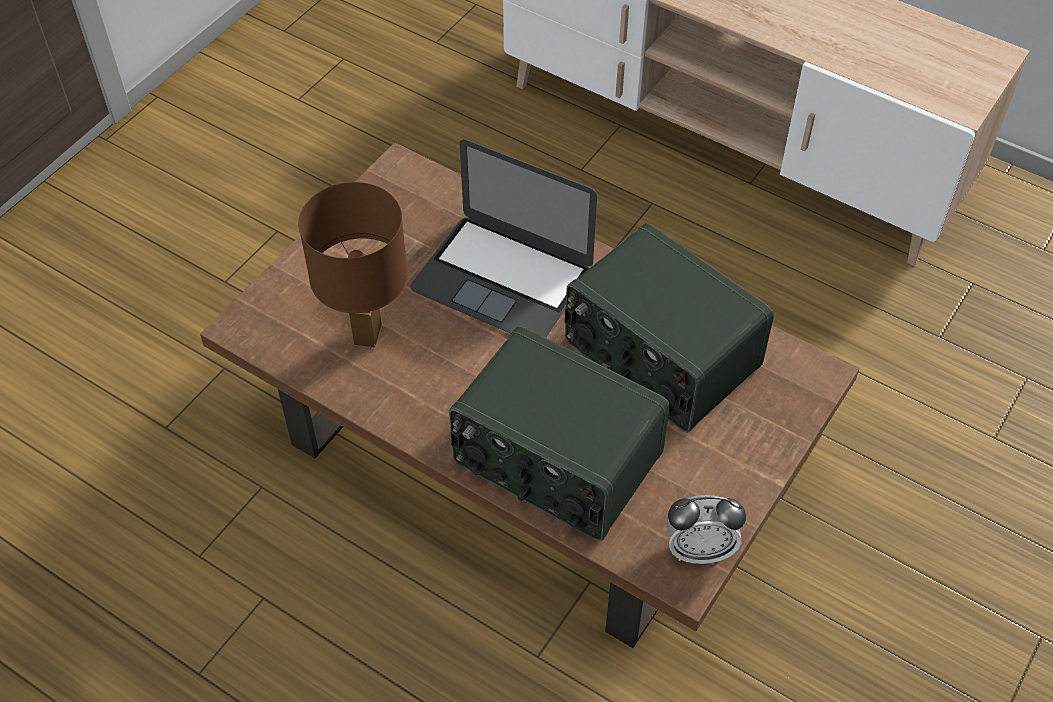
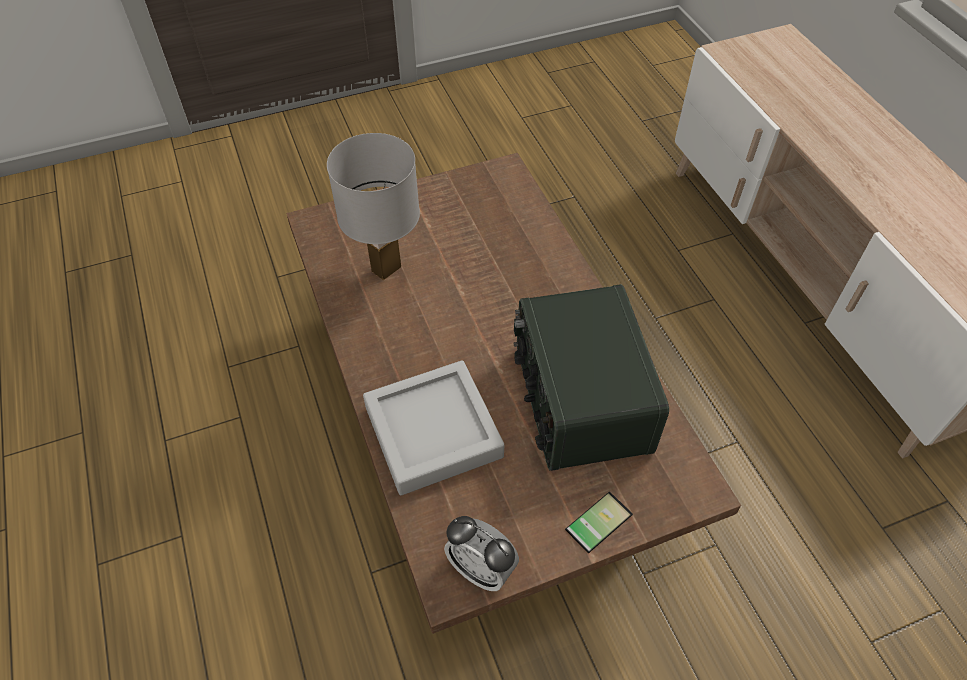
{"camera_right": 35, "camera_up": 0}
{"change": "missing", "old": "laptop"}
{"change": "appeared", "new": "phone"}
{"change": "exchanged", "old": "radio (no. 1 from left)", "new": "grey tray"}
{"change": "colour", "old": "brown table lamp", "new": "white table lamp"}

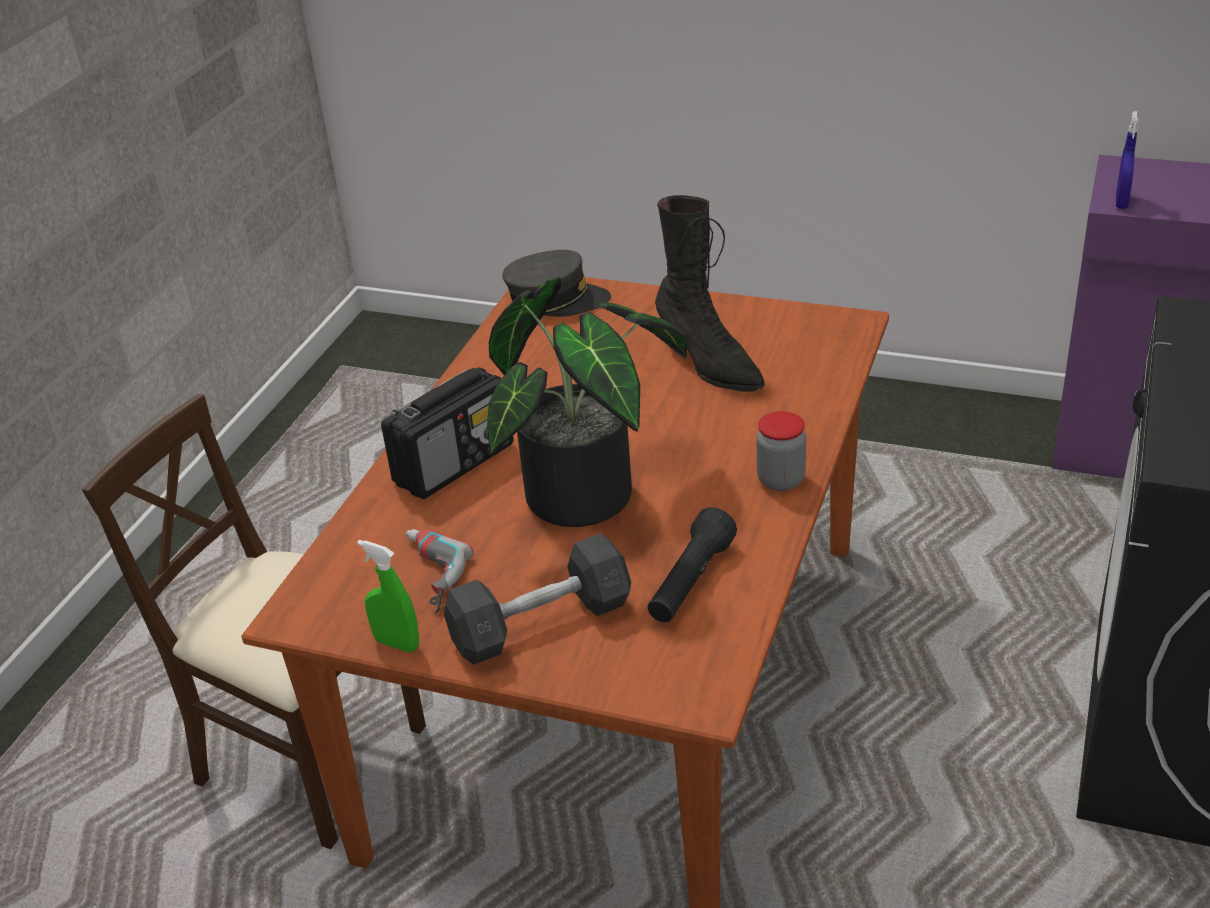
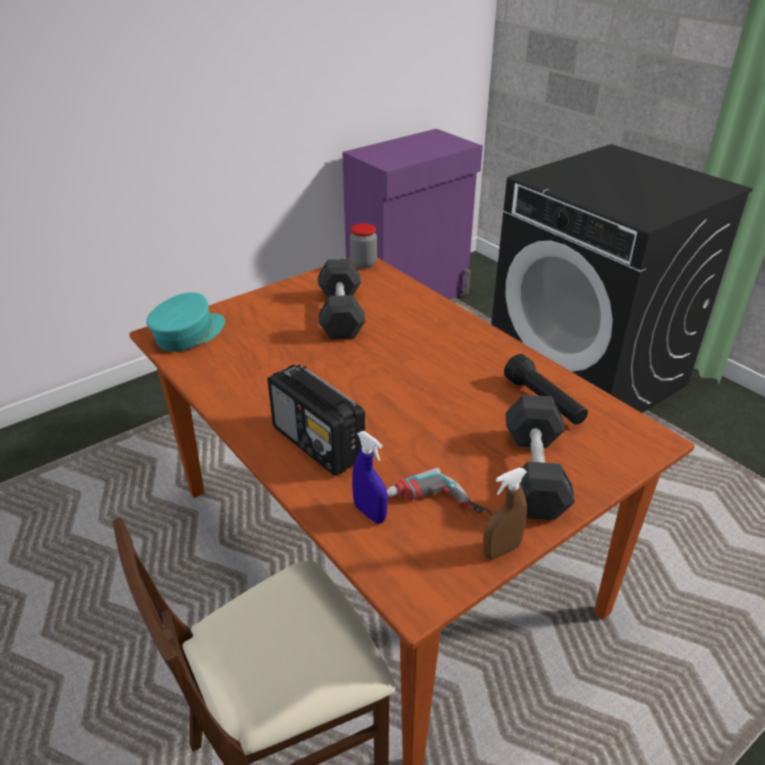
{"camera_right": -60, "camera_up": 0}
{"change": "missing", "old": "potted plant"}
{"change": "relocated", "old": "jar"}
{"change": "relocated", "old": "blue spray bottle"}
{"change": "exchanged", "old": "black boot", "new": "grey dumbbell (no. 1 from left)"}
{"change": "colour", "old": "green spray bottle", "new": "brown spray bottle"}
{"change": "colour", "old": "grey cap", "new": "turquoise cap"}
{"change": "spun", "old": "radio", "degrees": 150}

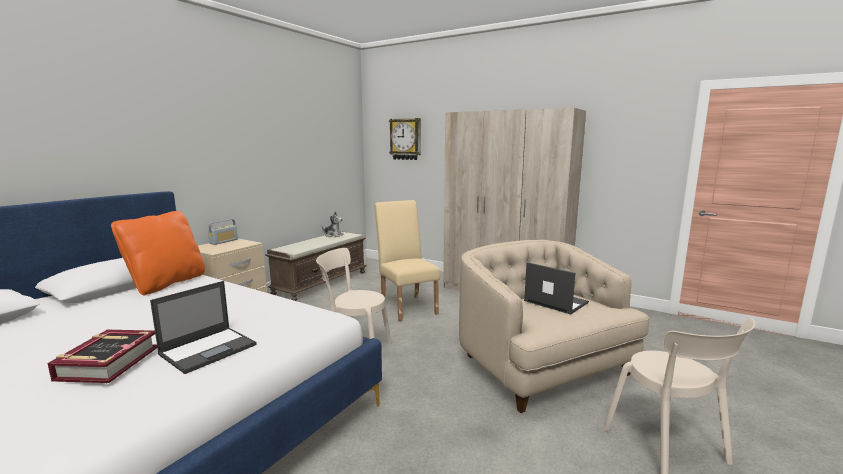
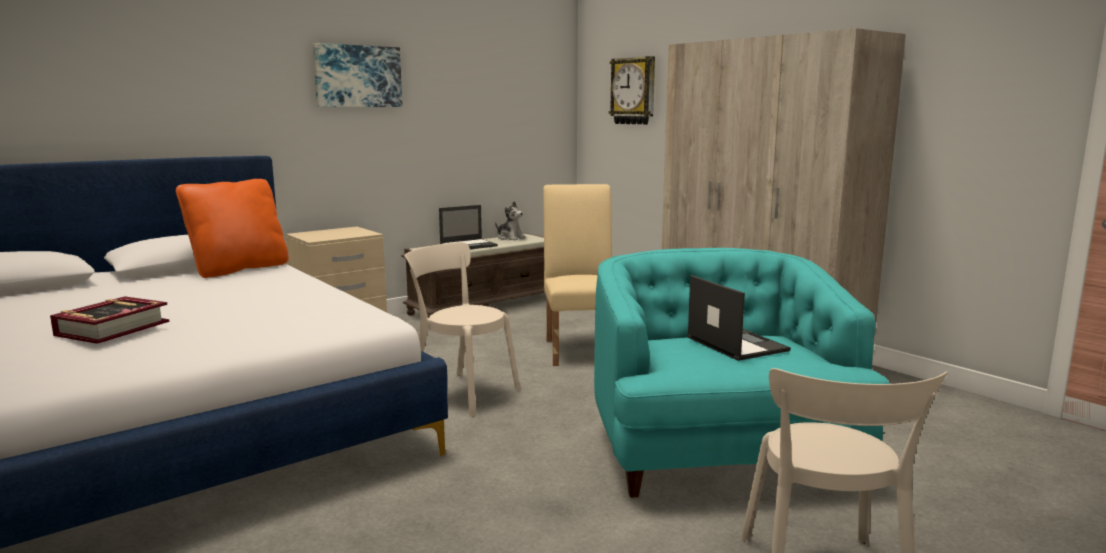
{"camera_right": 20, "camera_up": 0}
{"change": "missing", "old": "radio"}
{"change": "appeared", "new": "picture"}
{"change": "relocated", "old": "laptop (no. 1 from left)"}
{"change": "colour", "old": "beige armchair", "new": "turquoise armchair"}

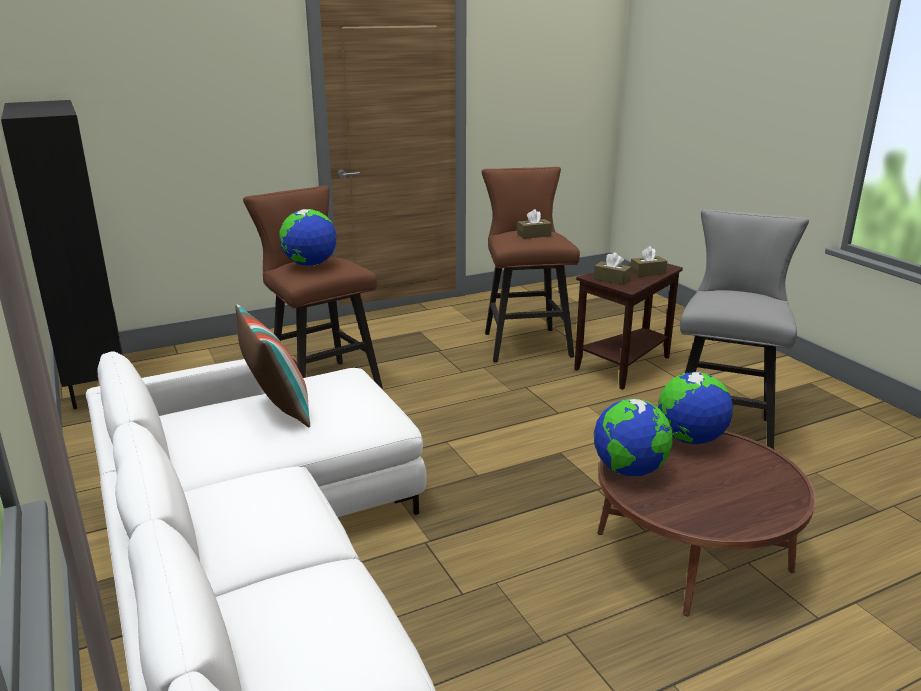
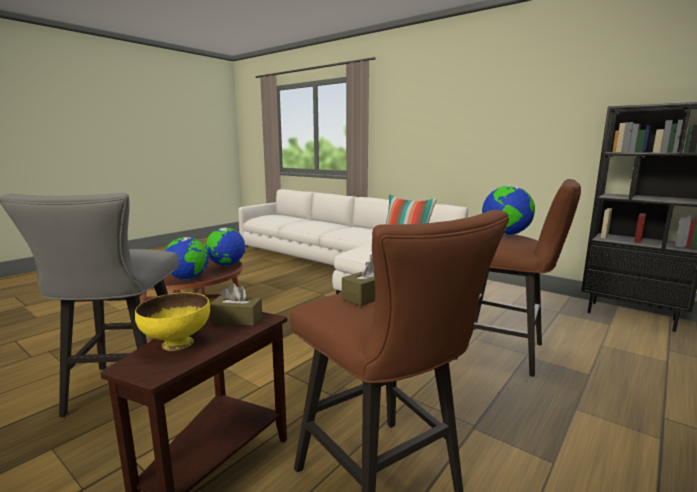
{"camera_right": 155, "camera_up": -10}
{"change": "exchanged", "old": "brown tissue box (no. 3 from left)", "new": "yellow bowl"}

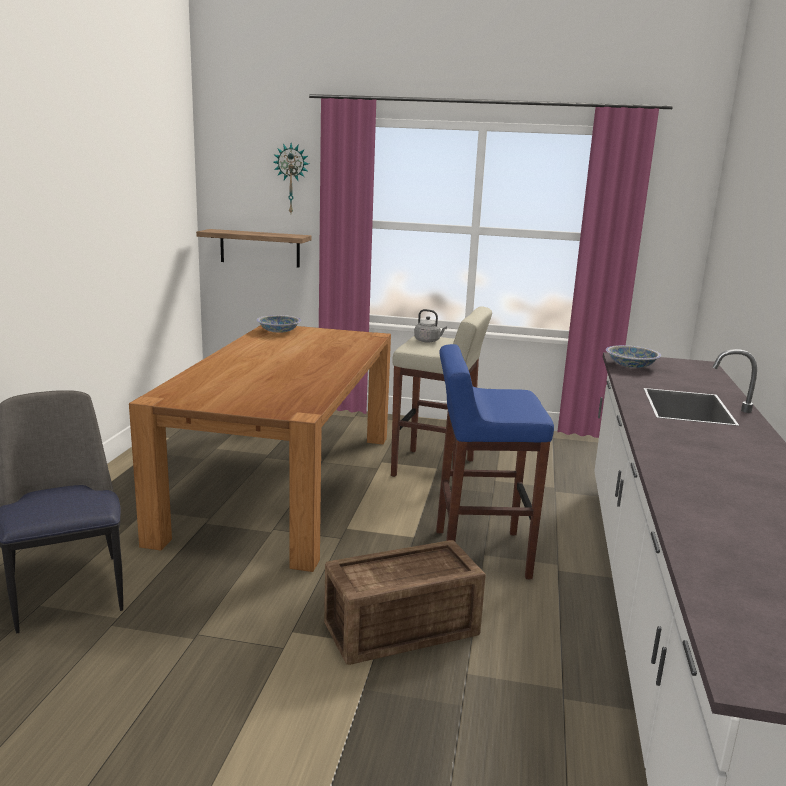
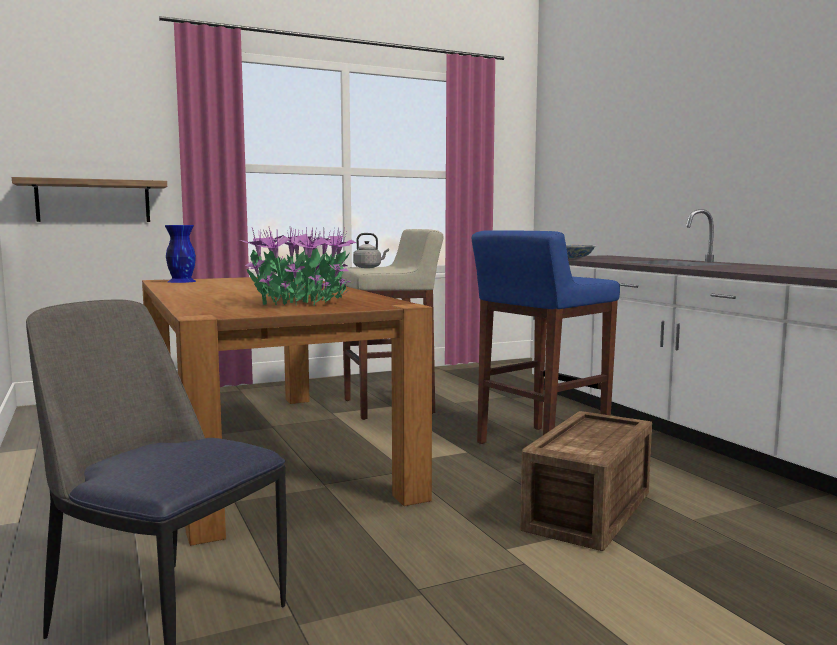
{"camera_right": -35, "camera_up": -10}
{"change": "missing", "old": "wall clock"}
{"change": "appeared", "new": "potted plant"}
{"change": "exchanged", "old": "bowl (no. 1 from left)", "new": "blue vase"}

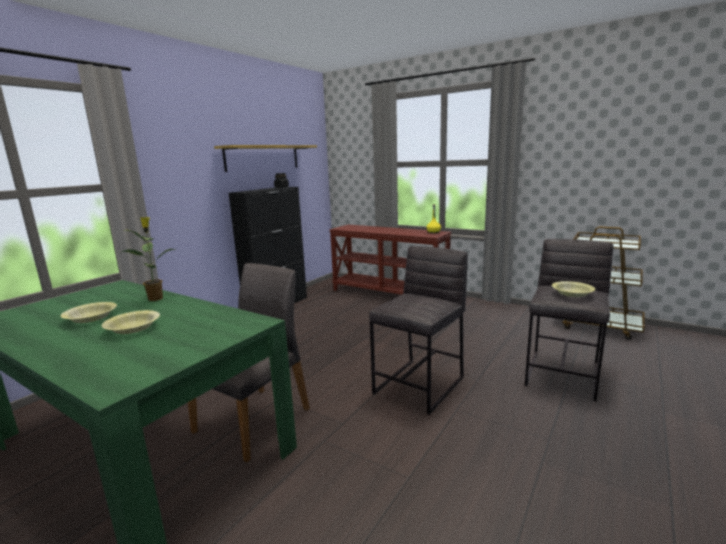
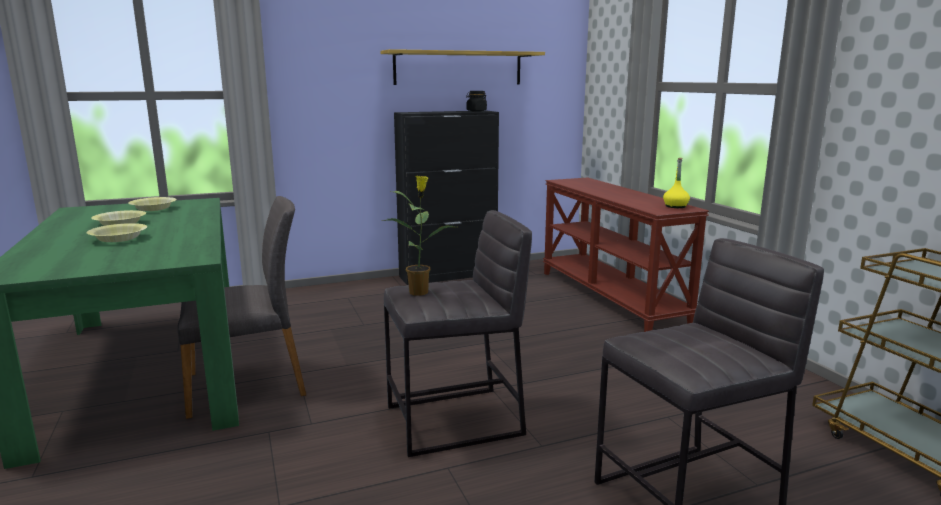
{"camera_right": 35, "camera_up": 0}
{"change": "relocated", "old": "potted plant"}
{"change": "relocated", "old": "yellow bowl (no. 3 from left)"}

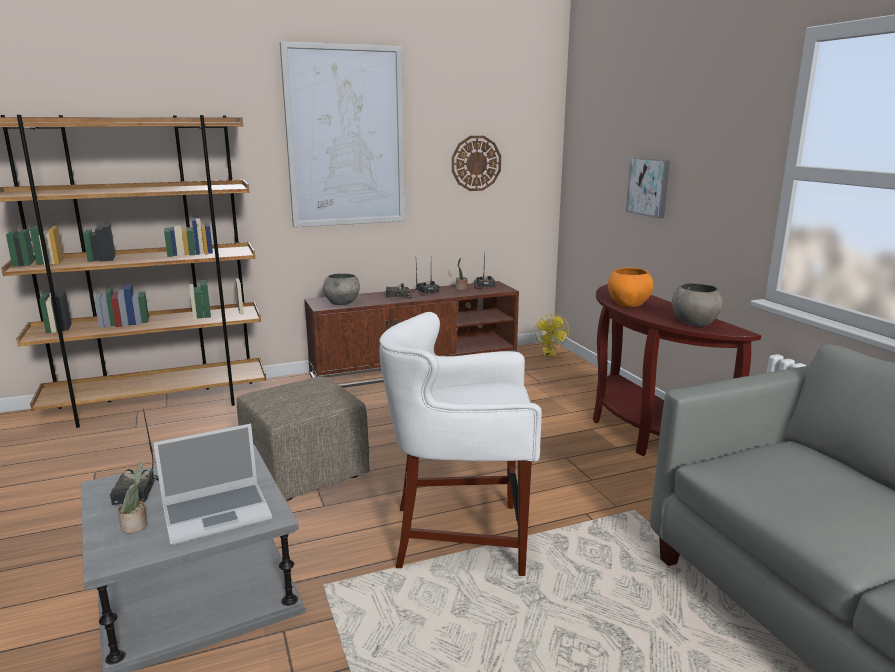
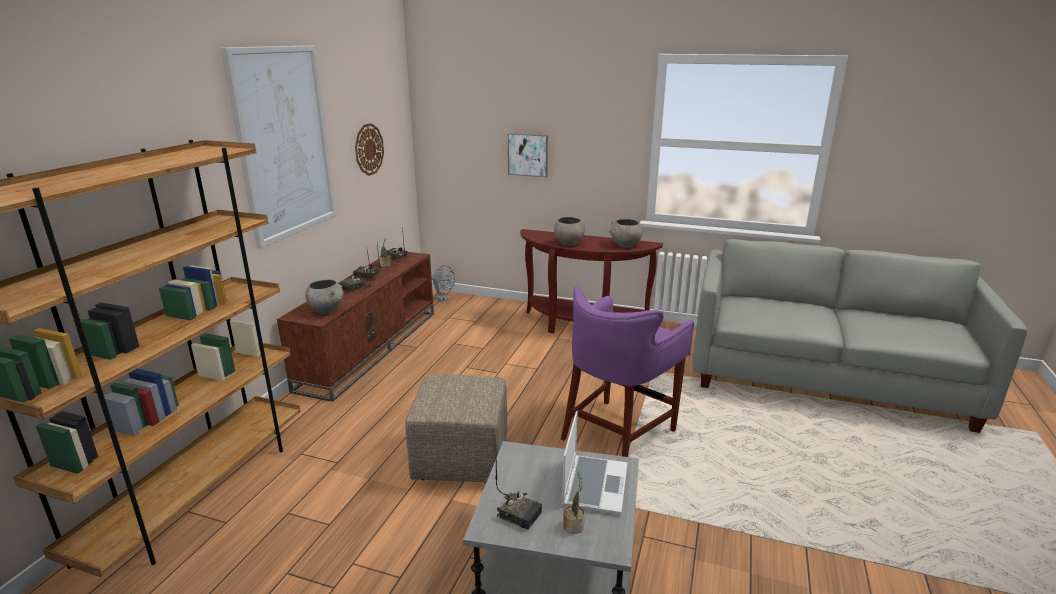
{"camera_right": -50, "camera_up": 5}
{"change": "colour", "old": "white stool", "new": "purple stool"}
{"change": "colour", "old": "yellow fan", "new": "grey fan"}
{"change": "colour", "old": "orange bowl", "new": "grey bowl (no. 2 from left)"}

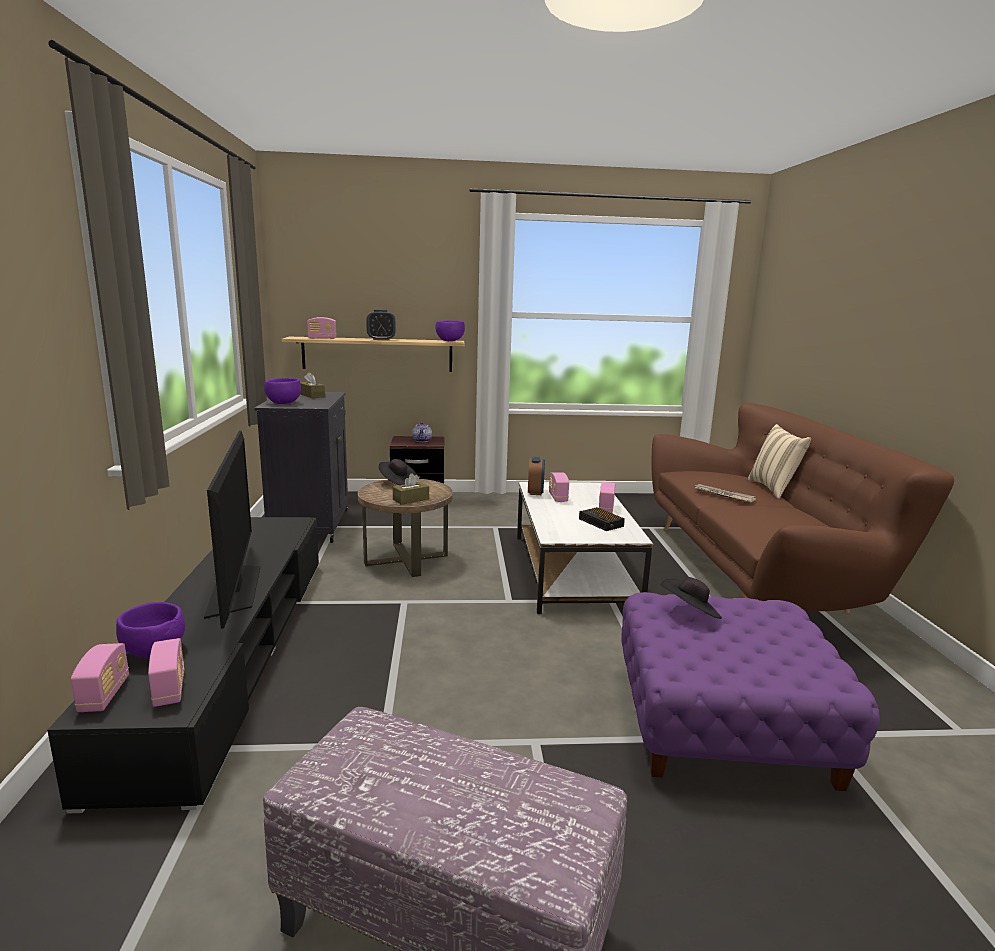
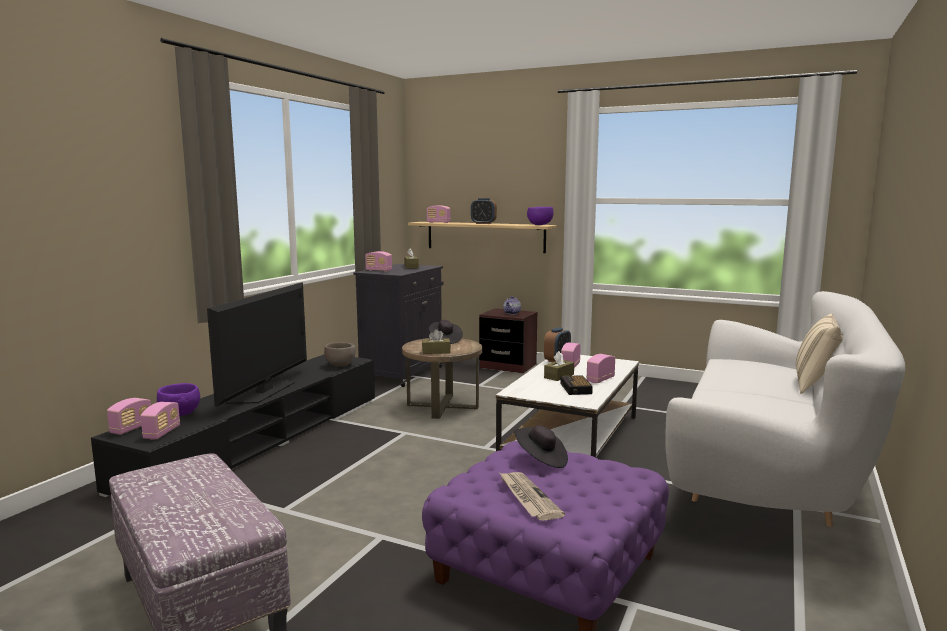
{"camera_right": 30, "camera_up": -5}
{"change": "appeared", "new": "brown bowl"}
{"change": "appeared", "new": "brown tissue box (no. 3 from left)"}
{"change": "relocated", "old": "newspaper"}
{"change": "exchanged", "old": "purple bowl (no. 2 from left)", "new": "radio (no. 3 from left)"}
{"change": "colour", "old": "brown sofa", "new": "white sofa"}

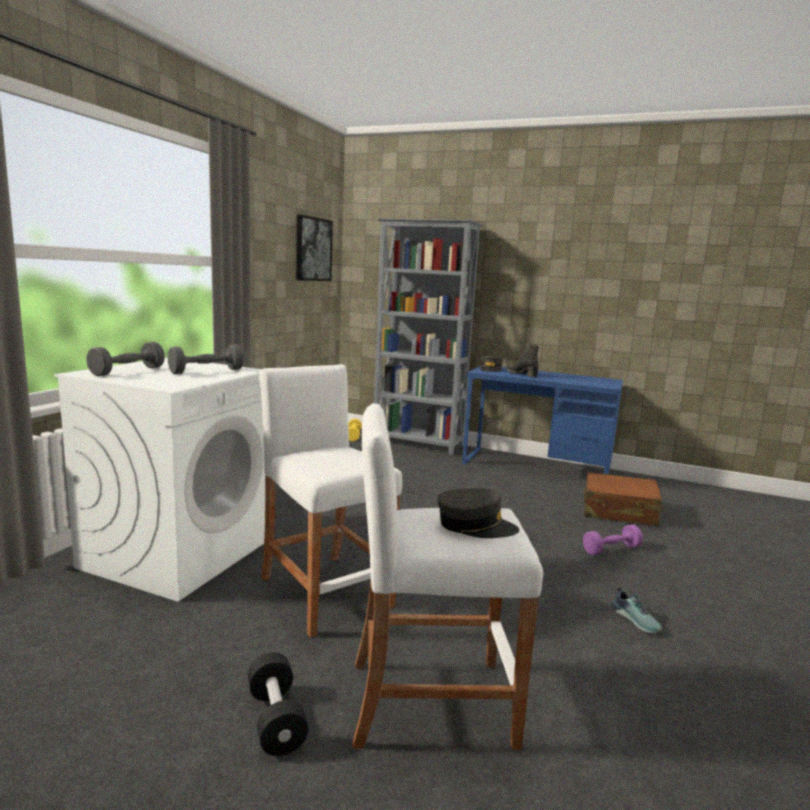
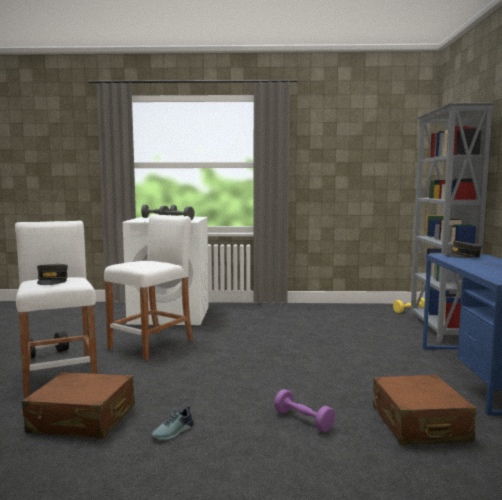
{"camera_right": 70, "camera_up": -5}
{"change": "missing", "old": "picture"}
{"change": "missing", "old": "black boot"}
{"change": "appeared", "new": "brown suitcase (no. 1 from left)"}

